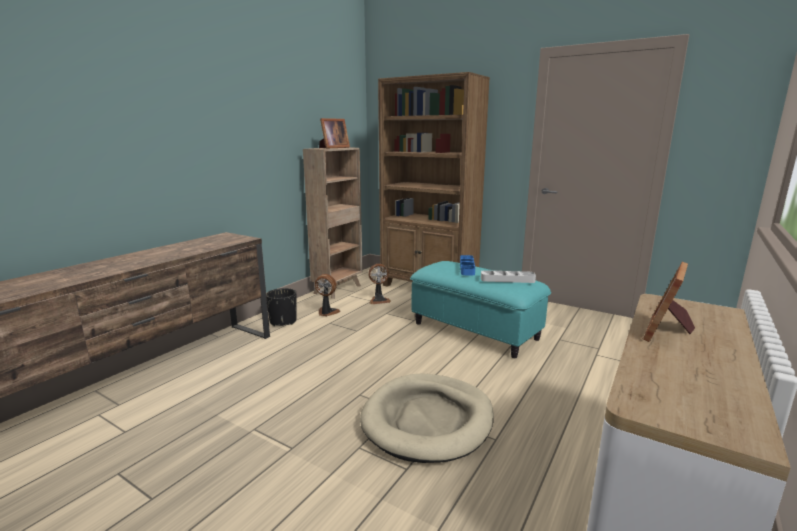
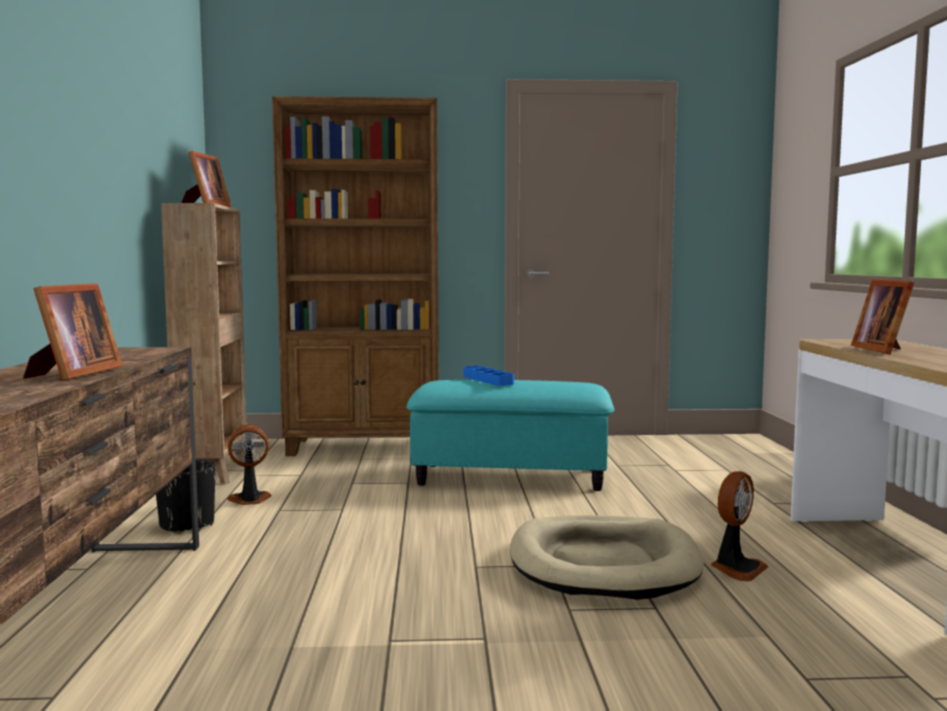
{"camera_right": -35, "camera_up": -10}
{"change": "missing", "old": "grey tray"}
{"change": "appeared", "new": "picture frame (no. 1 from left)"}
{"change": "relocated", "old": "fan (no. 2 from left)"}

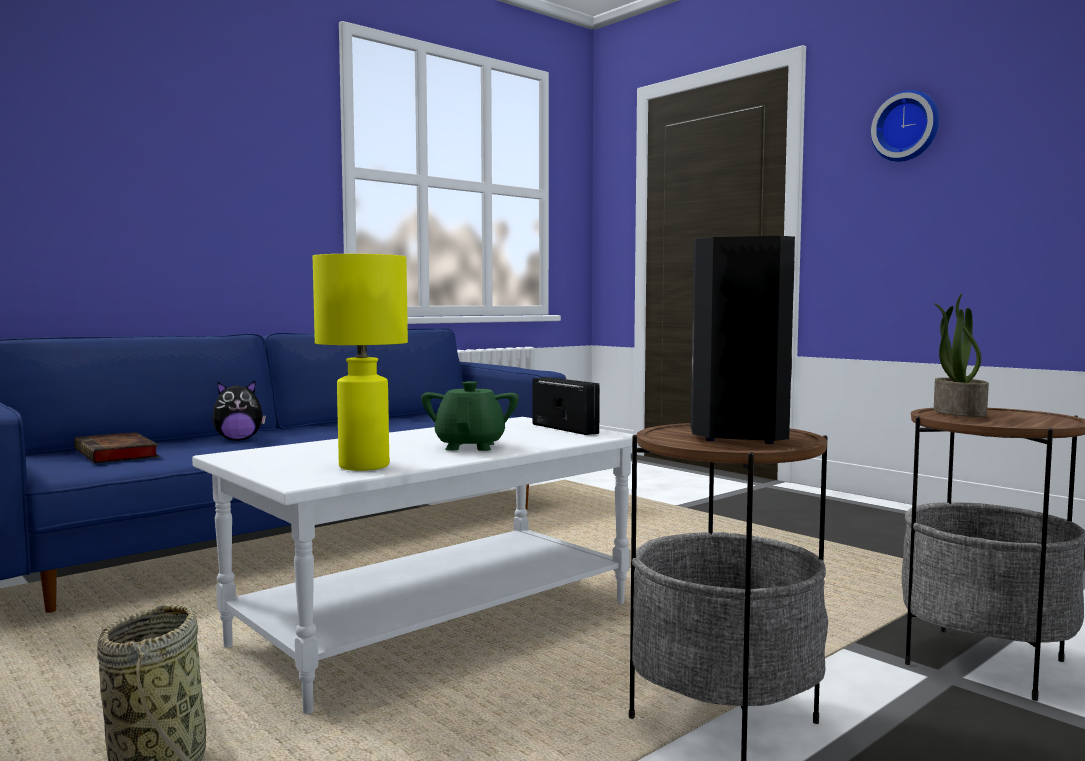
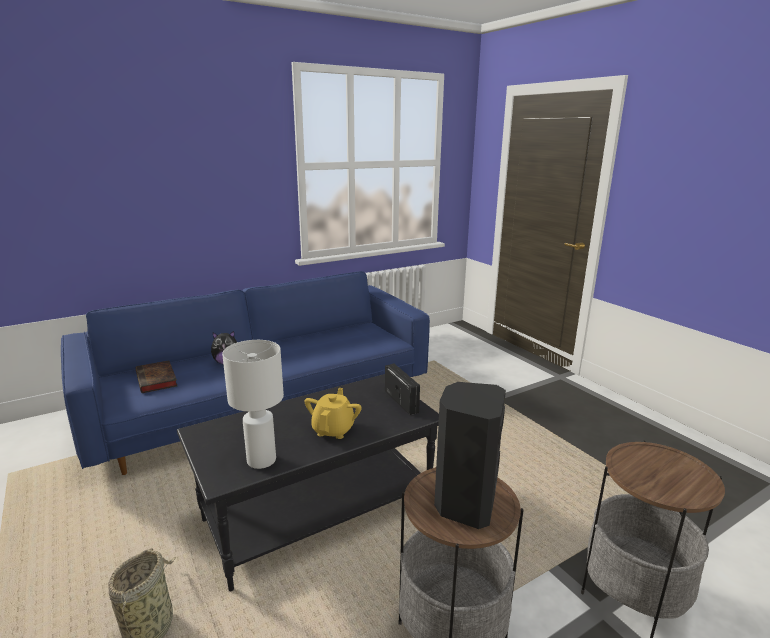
{"camera_right": 10, "camera_up": 15}
{"change": "missing", "old": "wall clock"}
{"change": "missing", "old": "potted plant"}
{"change": "colour", "old": "white coffee table", "new": "black coffee table"}
{"change": "colour", "old": "yellow table lamp", "new": "white table lamp"}
{"change": "colour", "old": "green teapot", "new": "yellow teapot"}

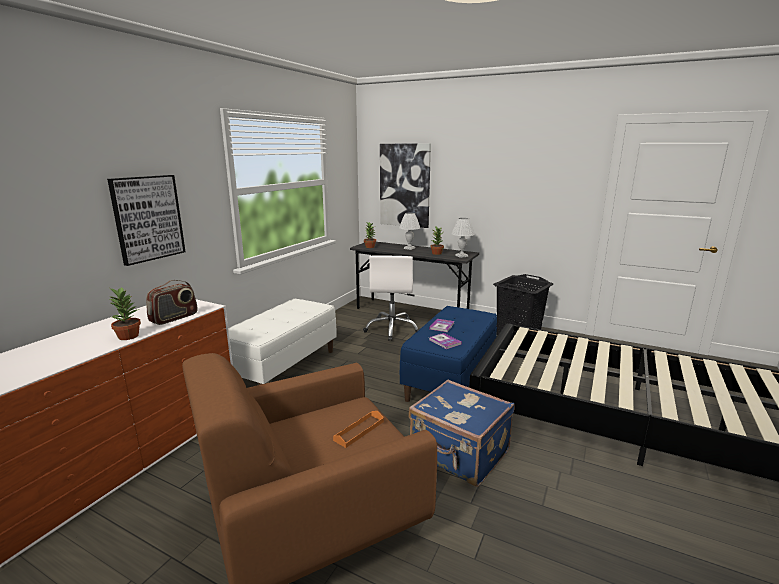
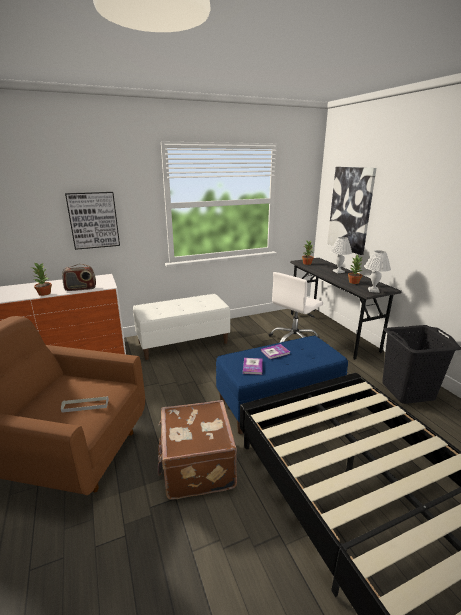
{"camera_right": 40, "camera_up": 5}
{"change": "colour", "old": "orange tray", "new": "grey tray"}
{"change": "colour", "old": "blue suitcase", "new": "brown suitcase"}

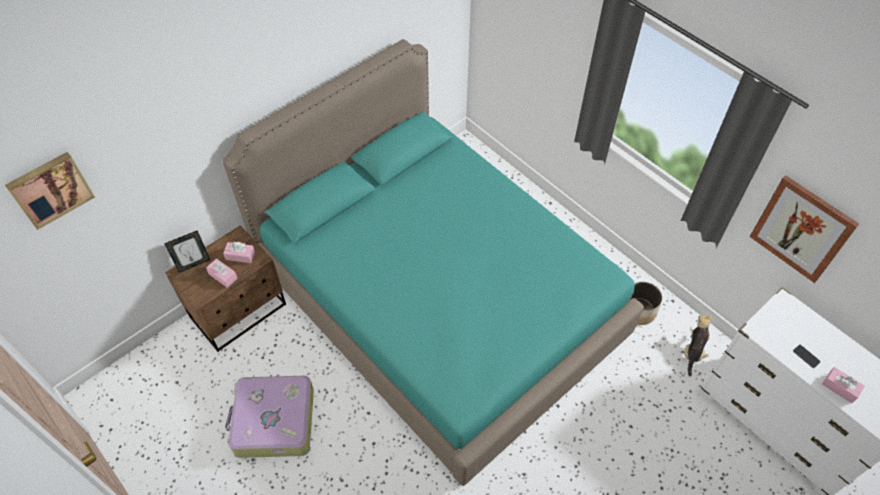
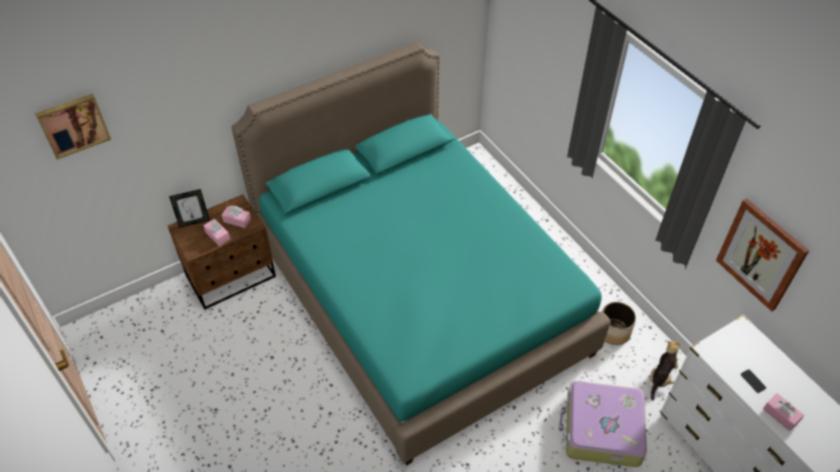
{"camera_right": 10, "camera_up": -5}
{"change": "relocated", "old": "suitcase"}

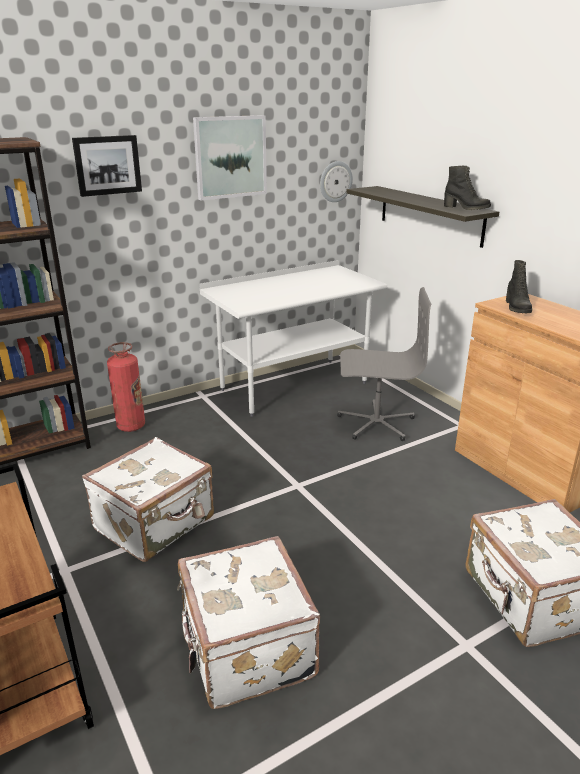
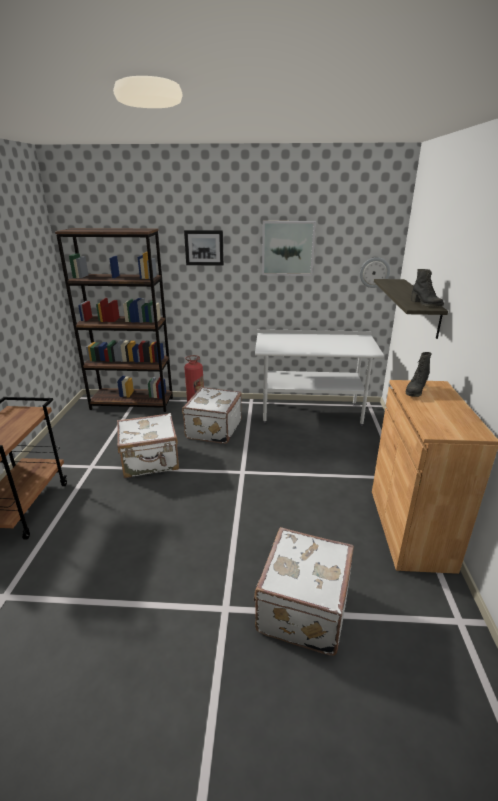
{"camera_right": 35, "camera_up": 0}
{"change": "missing", "old": "grey office chair"}
{"change": "relocated", "old": "white suitcase (no. 2 from left)"}

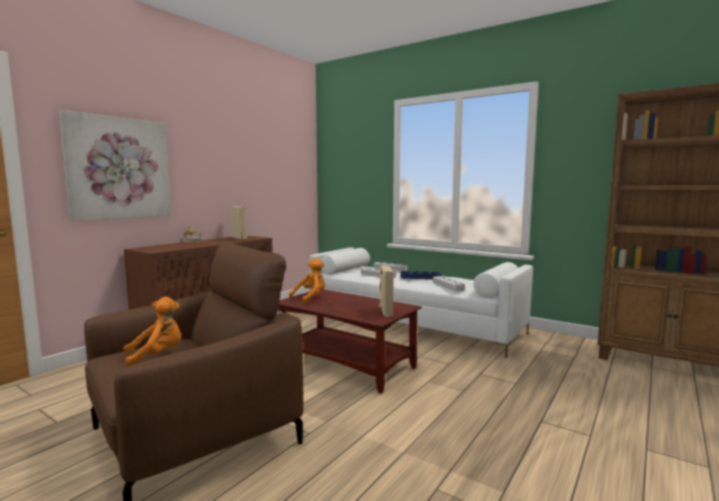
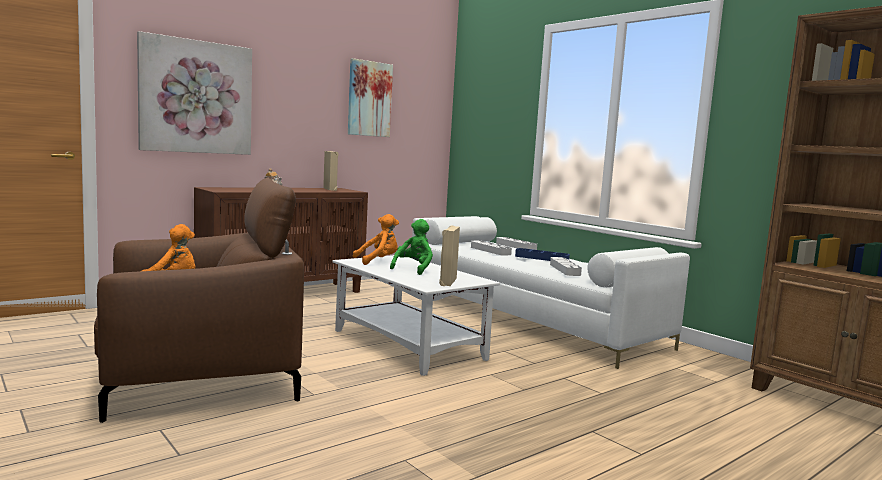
{"camera_right": 15, "camera_up": 0}
{"change": "appeared", "new": "picture (no. 2 from left)"}
{"change": "appeared", "new": "green plush toy"}
{"change": "colour", "old": "brown coffee table", "new": "white coffee table"}

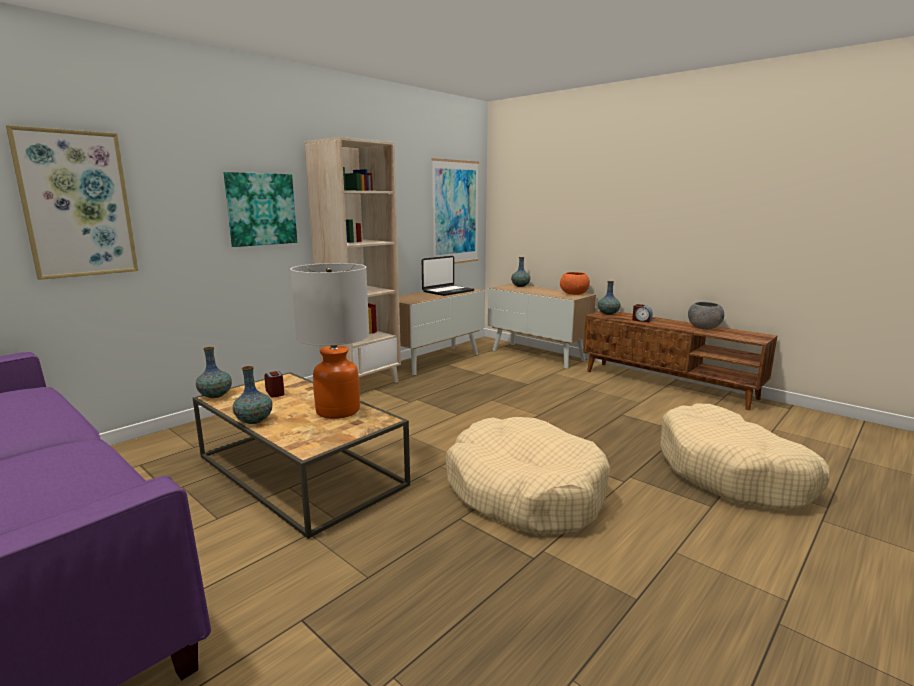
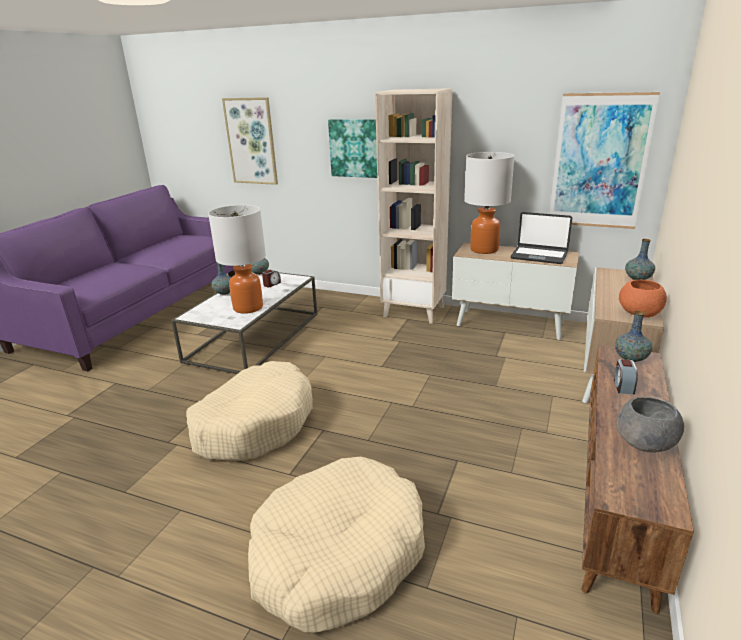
{"camera_right": 70, "camera_up": 10}
{"change": "appeared", "new": "table lamp (no. 2 from left)"}
{"change": "colour", "old": "brown coffee table", "new": "white coffee table"}

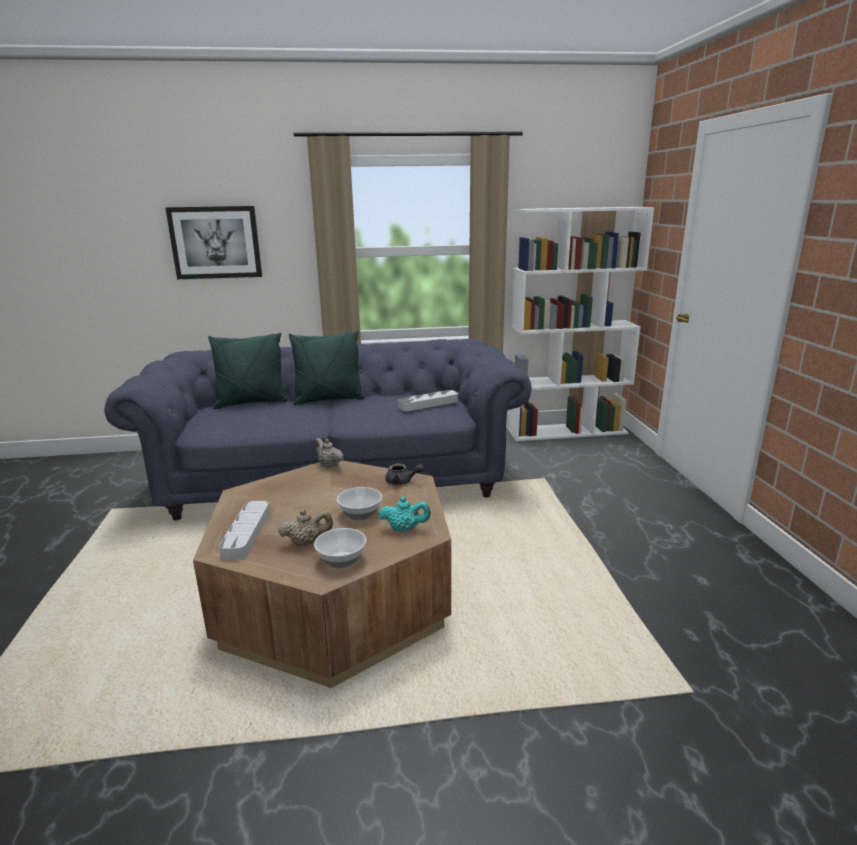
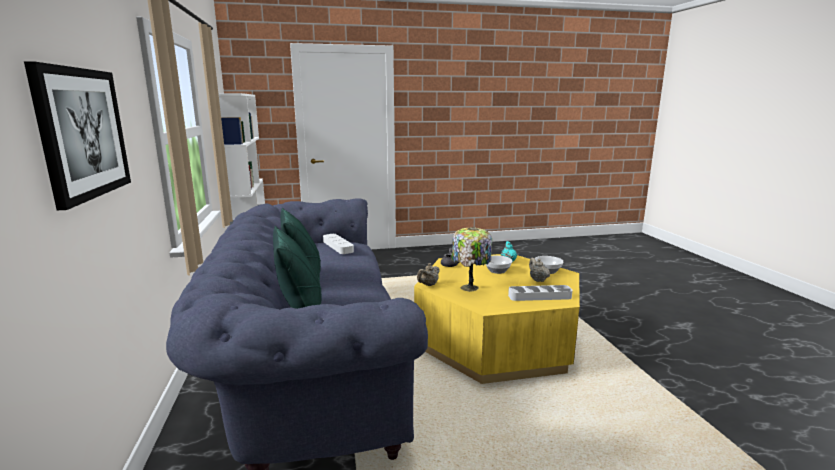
{"camera_right": -95, "camera_up": -5}
{"change": "appeared", "new": "table lamp"}
{"change": "colour", "old": "brown coffee table", "new": "yellow coffee table"}

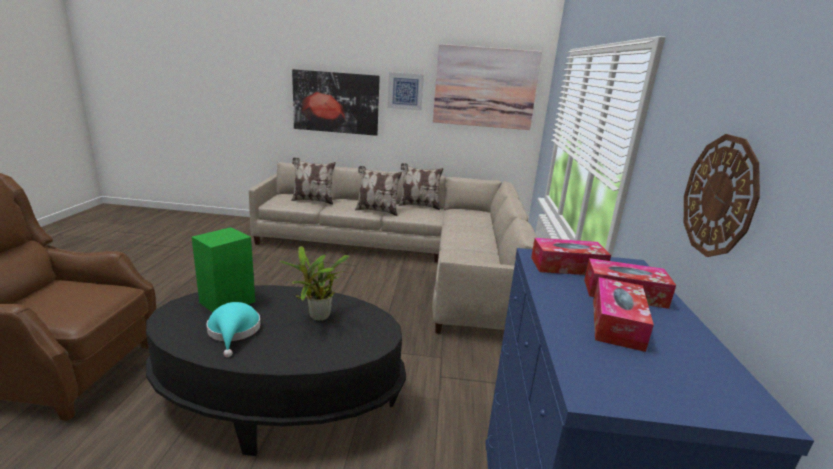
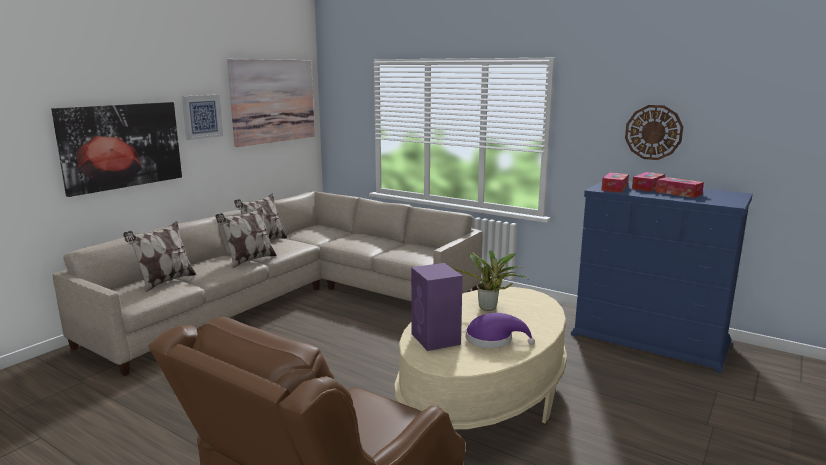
{"camera_right": -60, "camera_up": -5}
{"change": "colour", "old": "black coffee table", "new": "beige coffee table"}
{"change": "colour", "old": "green speaker", "new": "purple speaker"}
{"change": "colour", "old": "turquoise hat", "new": "purple hat"}

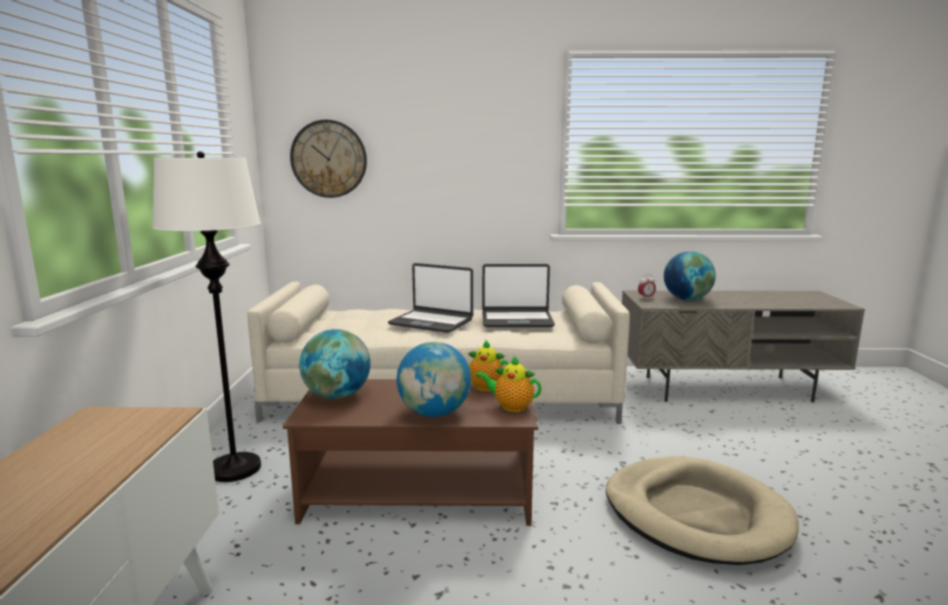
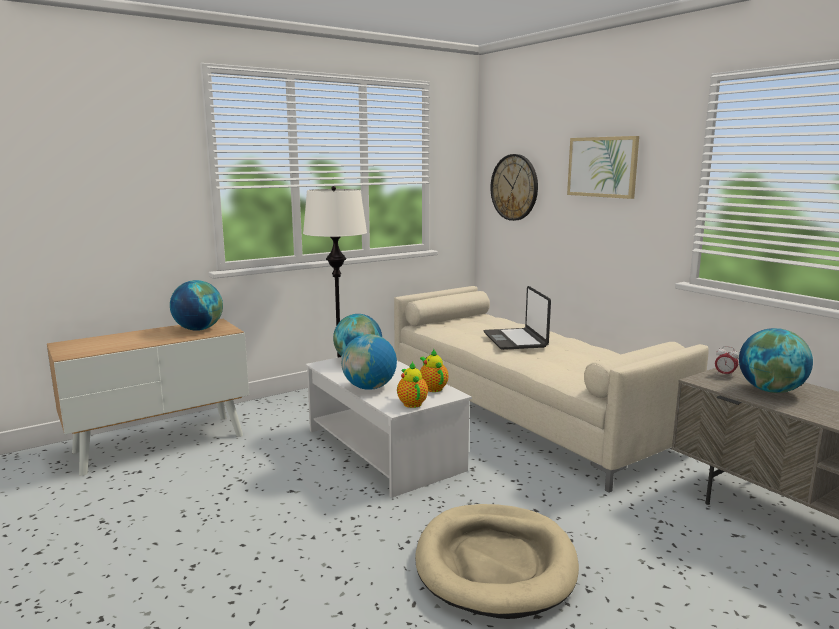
{"camera_right": 55, "camera_up": 0}
{"change": "missing", "old": "laptop (no. 2 from left)"}
{"change": "appeared", "new": "globe (no. 1 from left)"}
{"change": "appeared", "new": "picture"}
{"change": "colour", "old": "brown coffee table", "new": "white coffee table"}

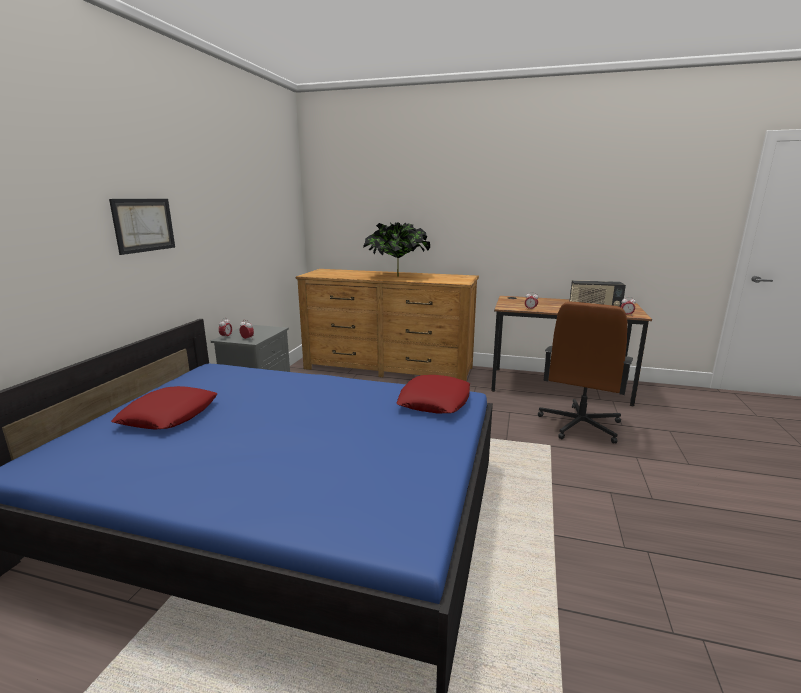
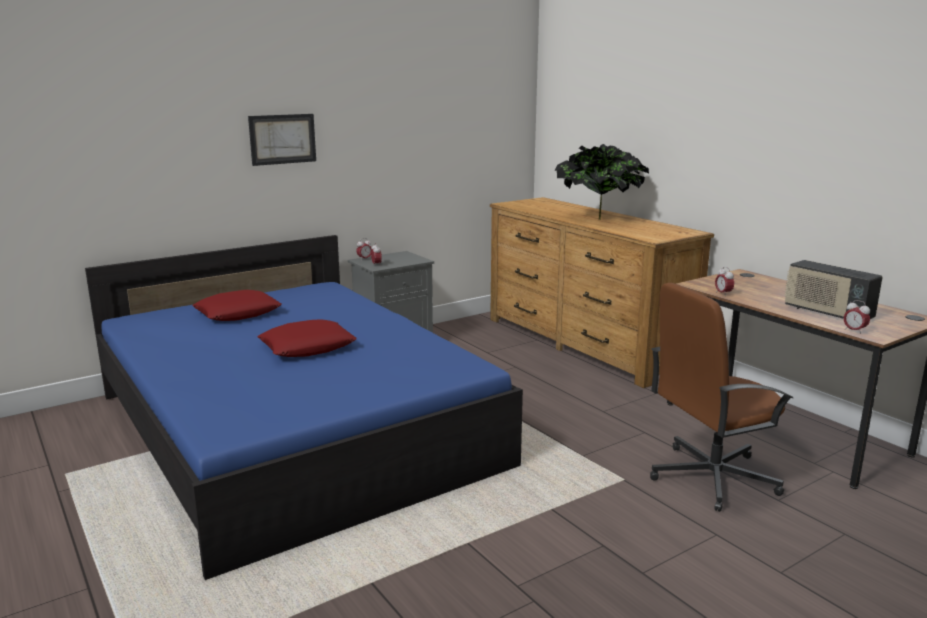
{"camera_right": 40, "camera_up": 0}
{"change": "relocated", "old": "red pillow (no. 2 from left)"}

